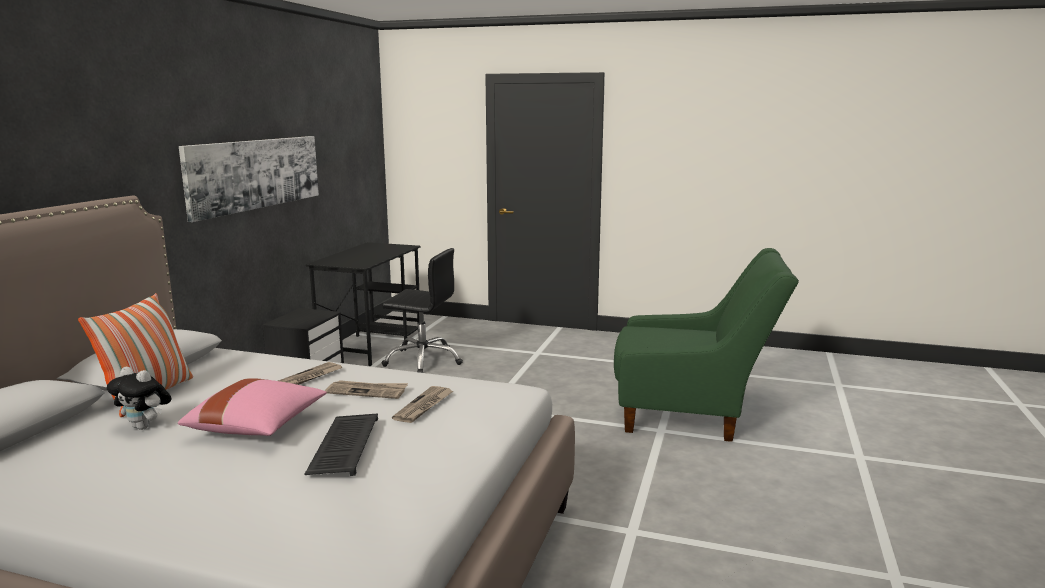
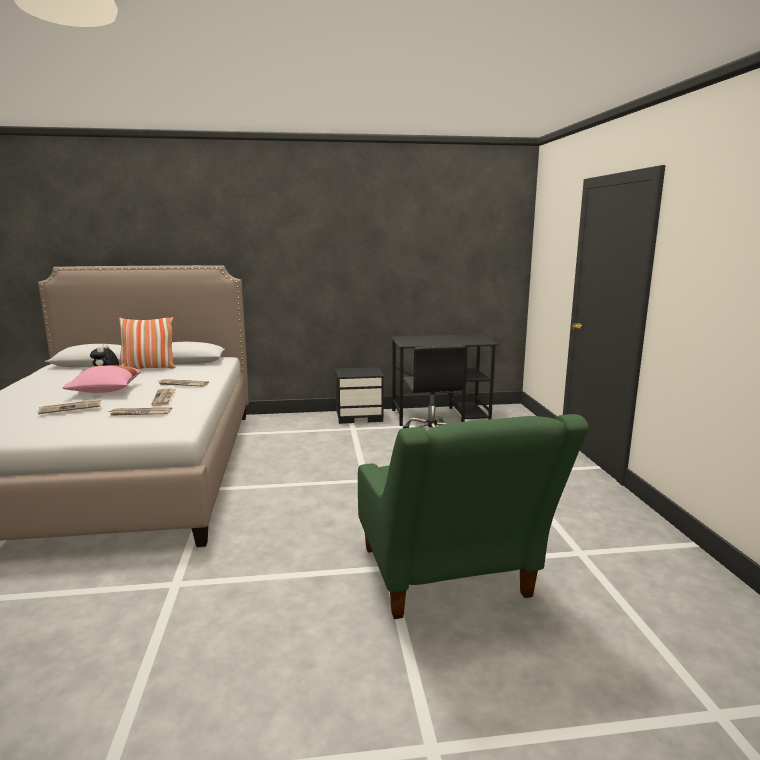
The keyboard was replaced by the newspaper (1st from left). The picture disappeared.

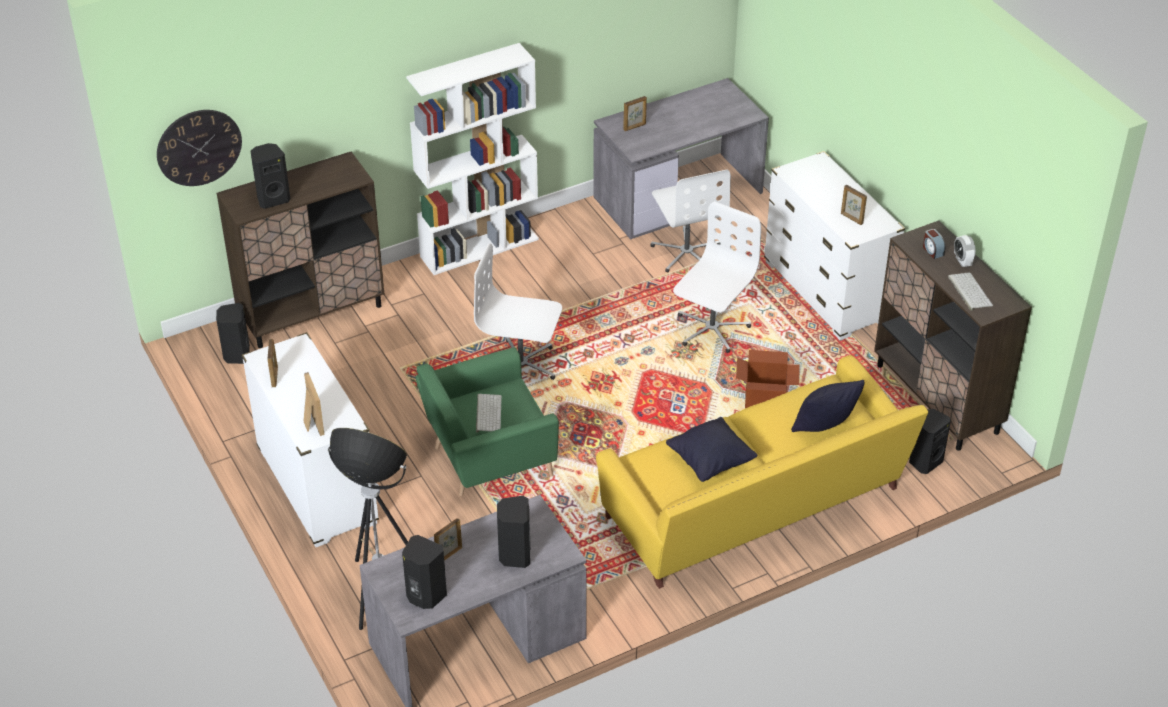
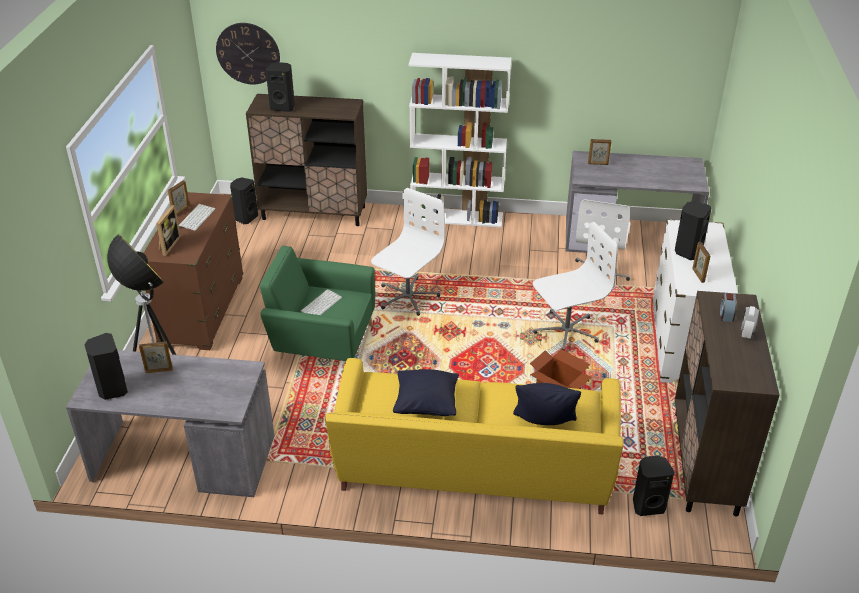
The white dresser (1st from left) became the brown dresser. The keyboard (2nd from left in the first image) moved. The white office chair (1st from left) turned 75 degrees clockwise. The black speaker (4th from left in the first image) moved.

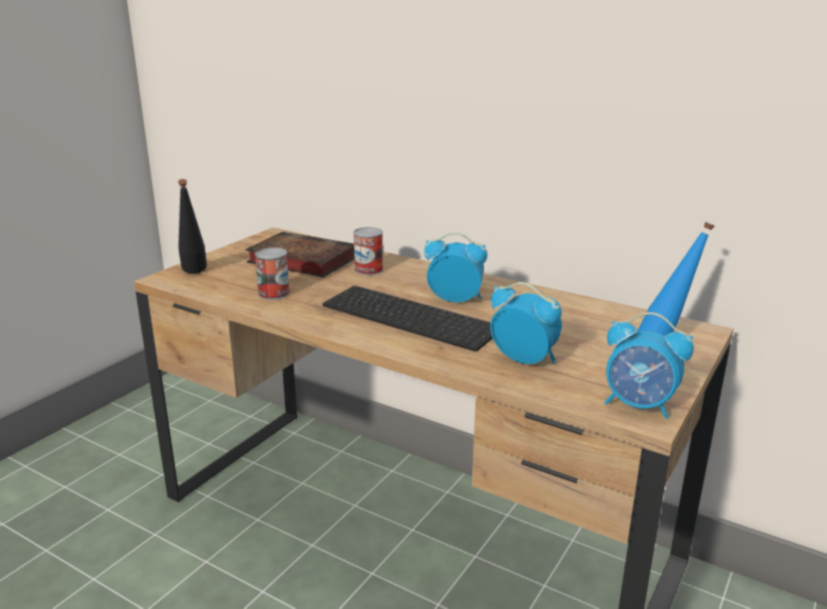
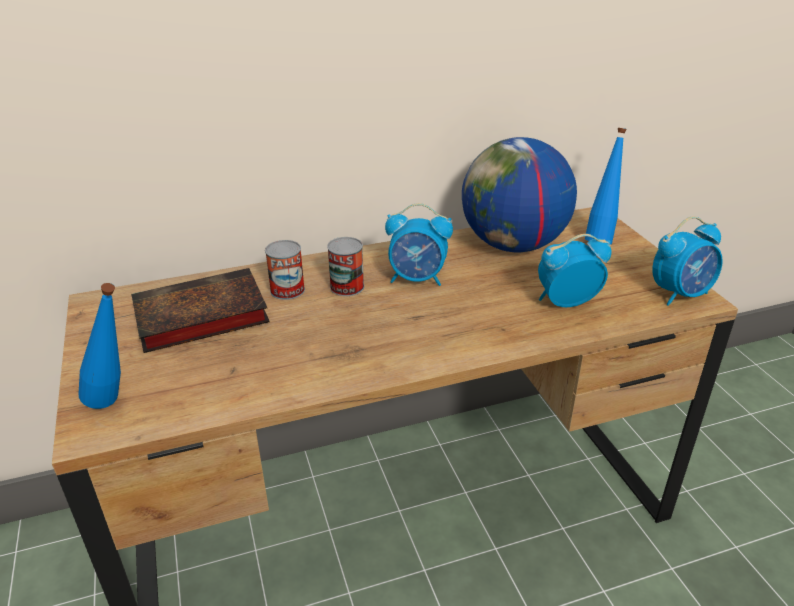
The black bottle became the blue bottle (1st from left). The can (1st from left in the first image) moved. The alarm clock (1st from left) turned 135 degrees counterclockwise. The globe appeared. The keyboard disappeared.

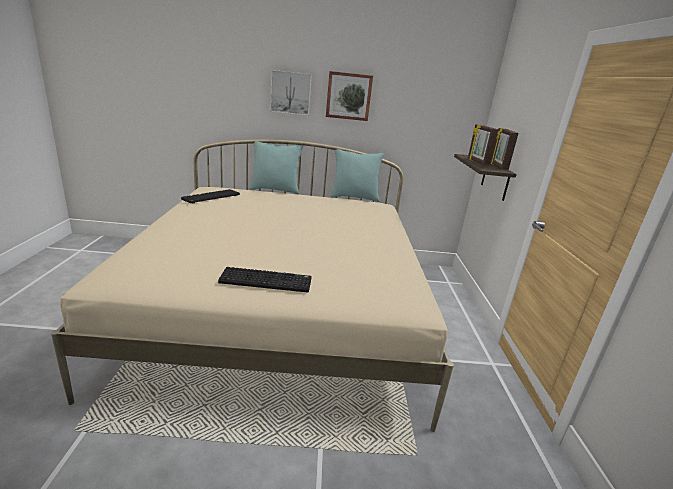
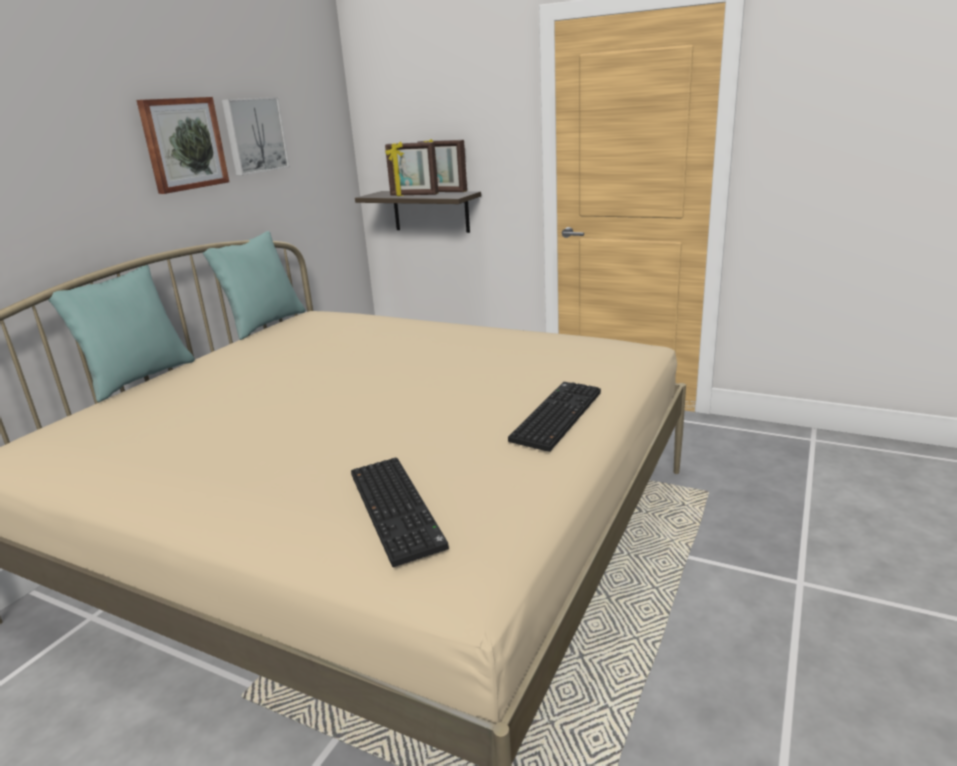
The picture (1st from left in the first image) moved. The keyboard (1st from left) moved.

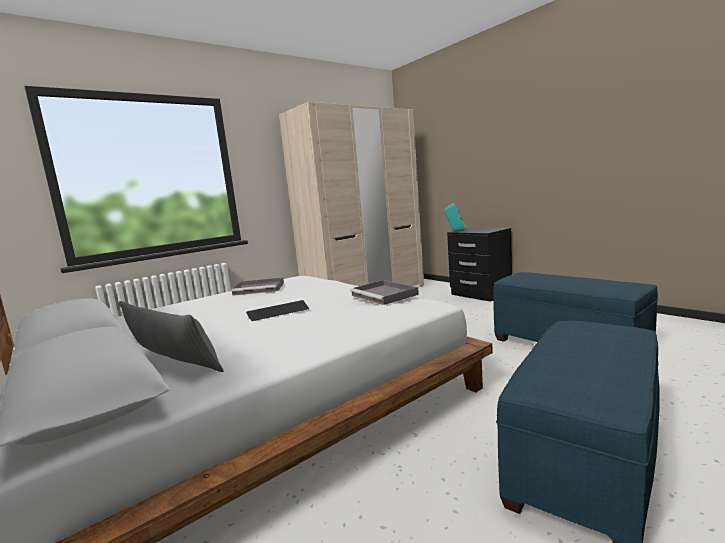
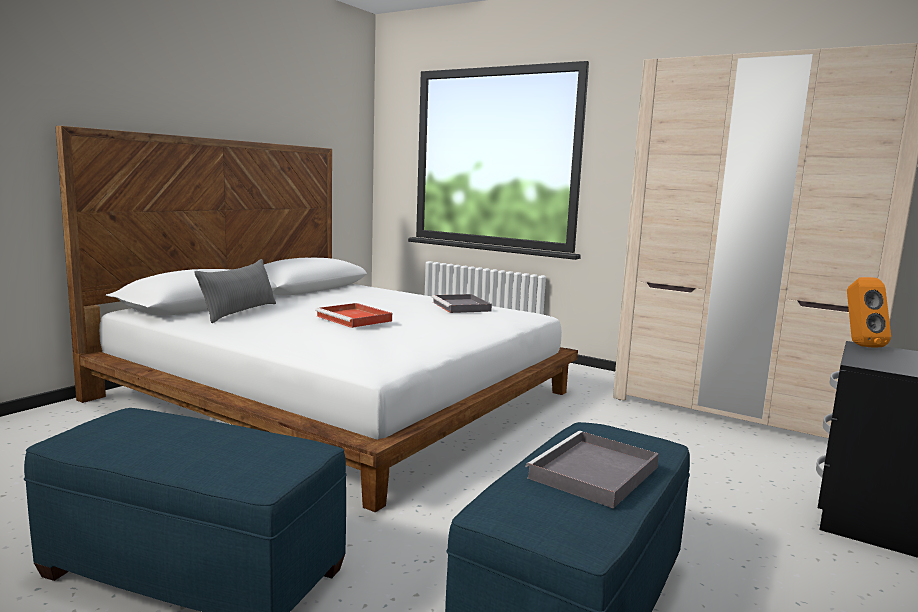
The keyboard was replaced by the red tray. The grey tray (2nd from left) moved. The turquoise speaker became the orange speaker.

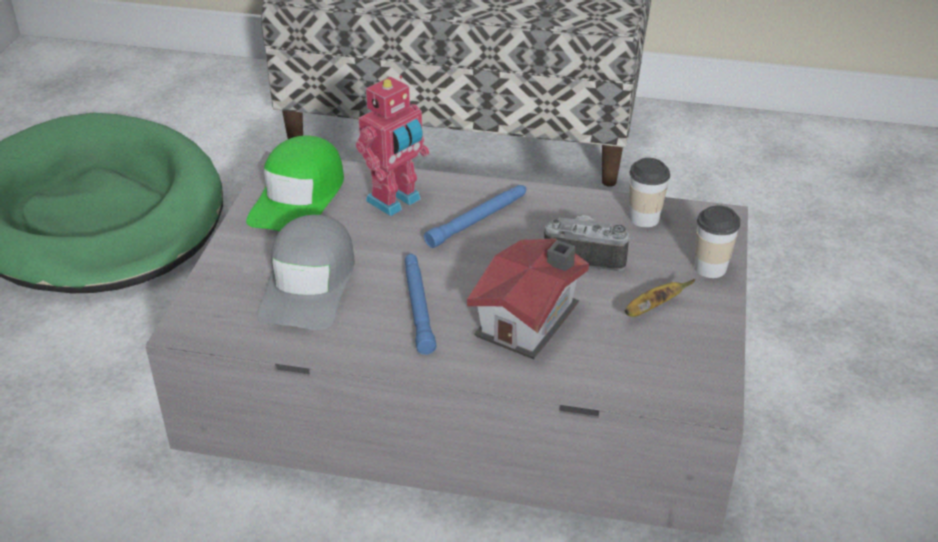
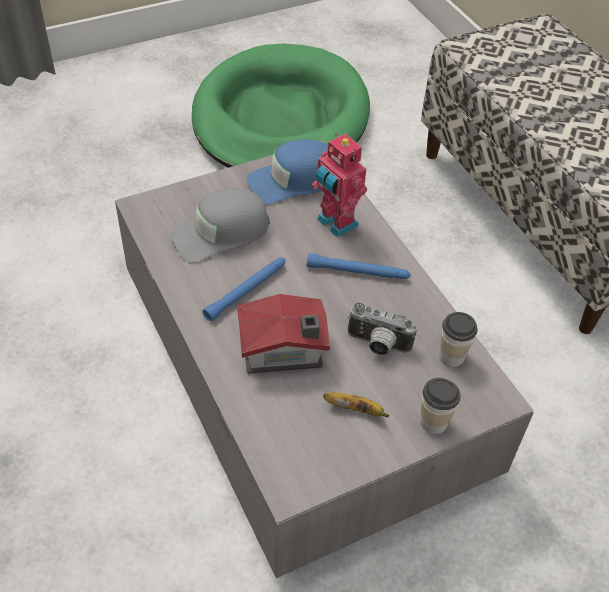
The green cap became the blue cap. The toy robot turned 45 degrees clockwise. The photo camera turned 135 degrees clockwise.

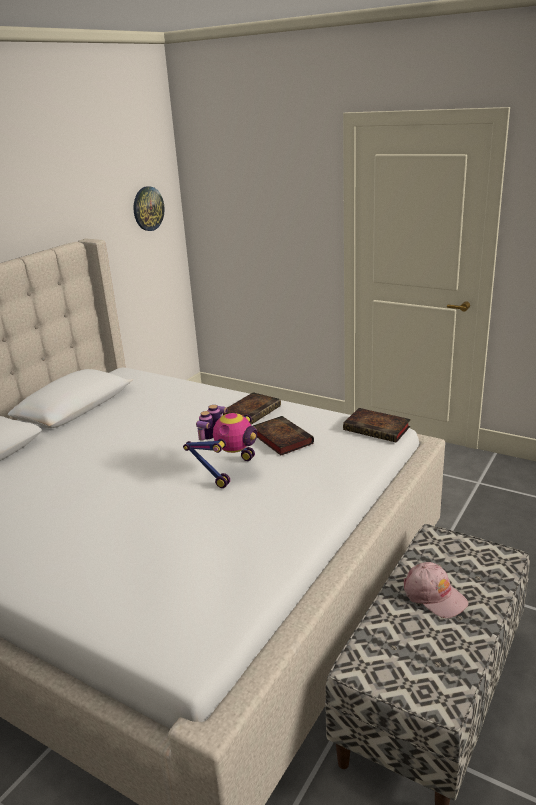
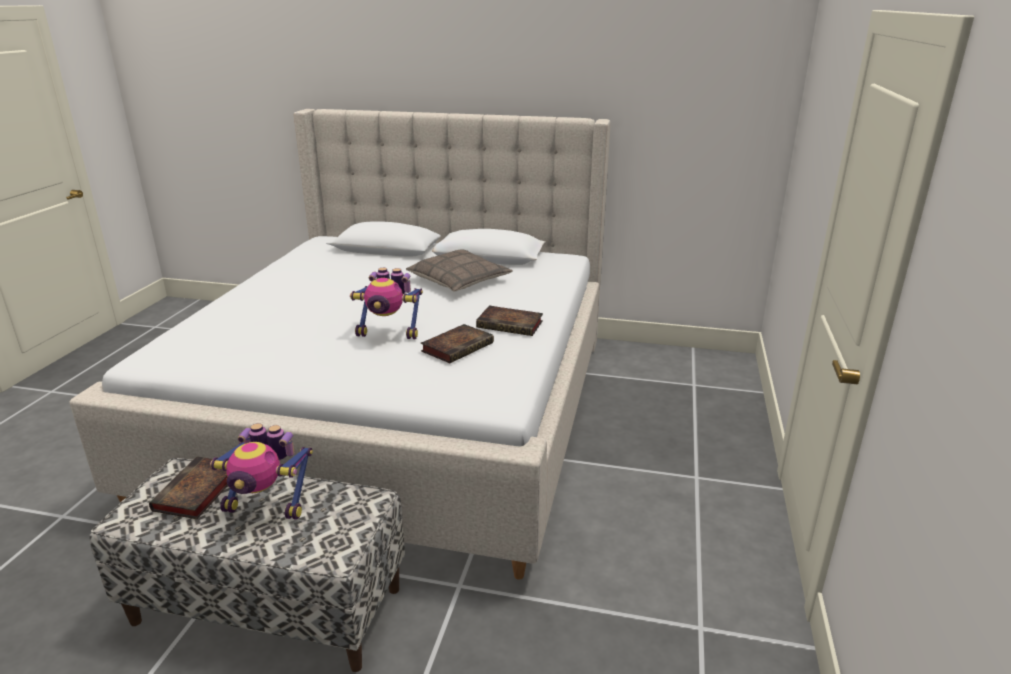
The book (3rd from left in the first image) moved. The pink cap was replaced by the toy robot (1st from left). The pillow appeared. The wall clock disappeared.

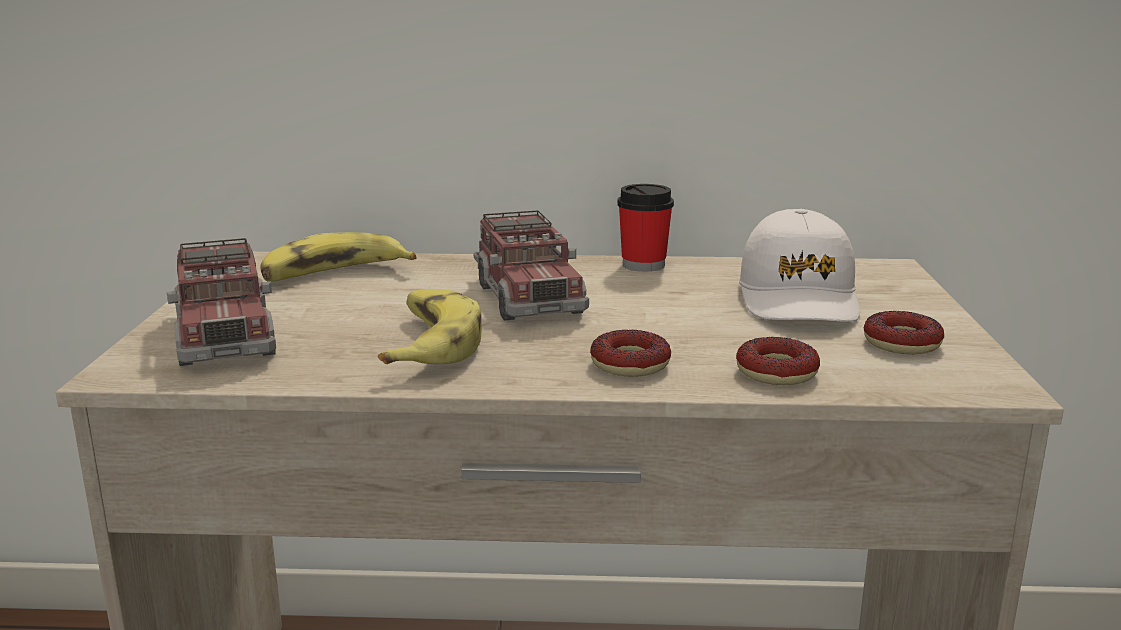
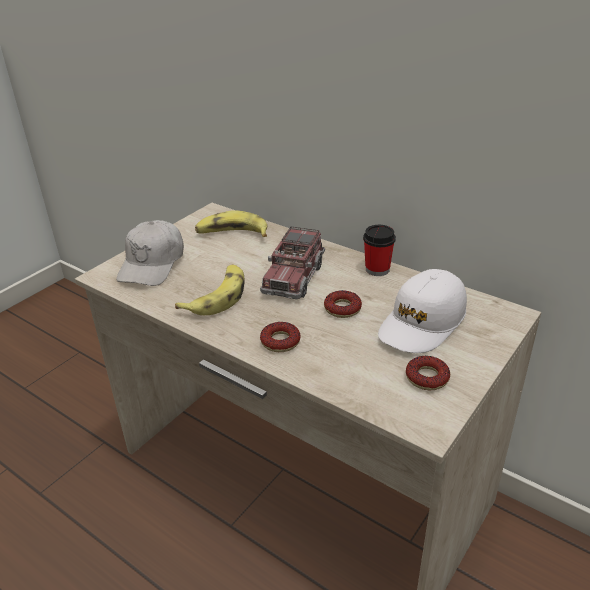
The toy truck (1st from left) was replaced by the white cap (1st from left). The donut (2nd from left) moved.

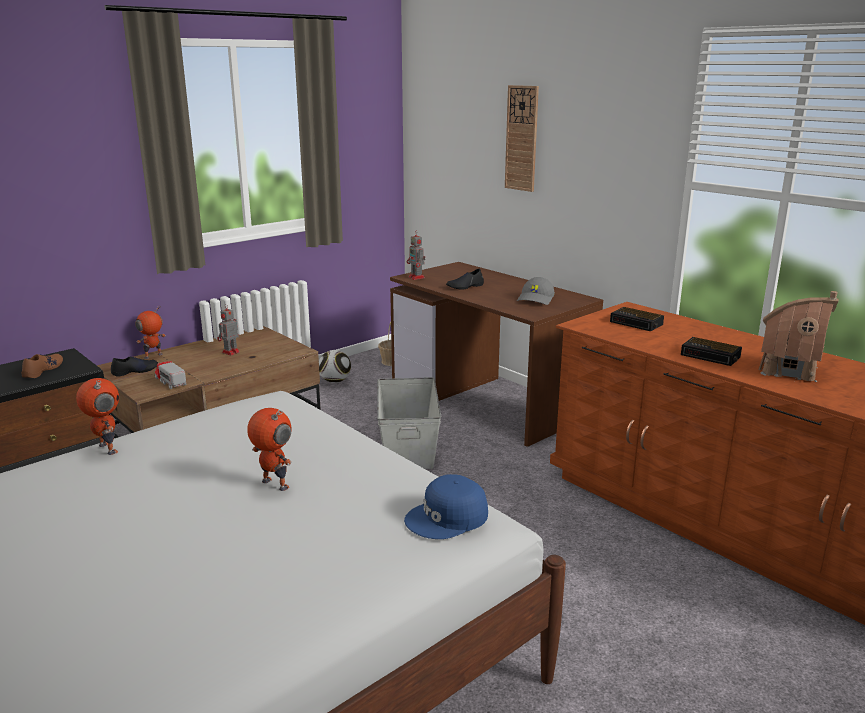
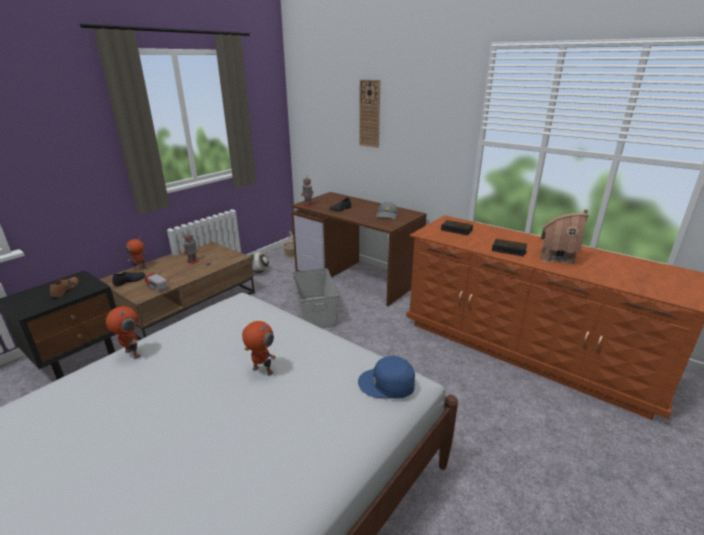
The blue cap turned 45 degrees clockwise.

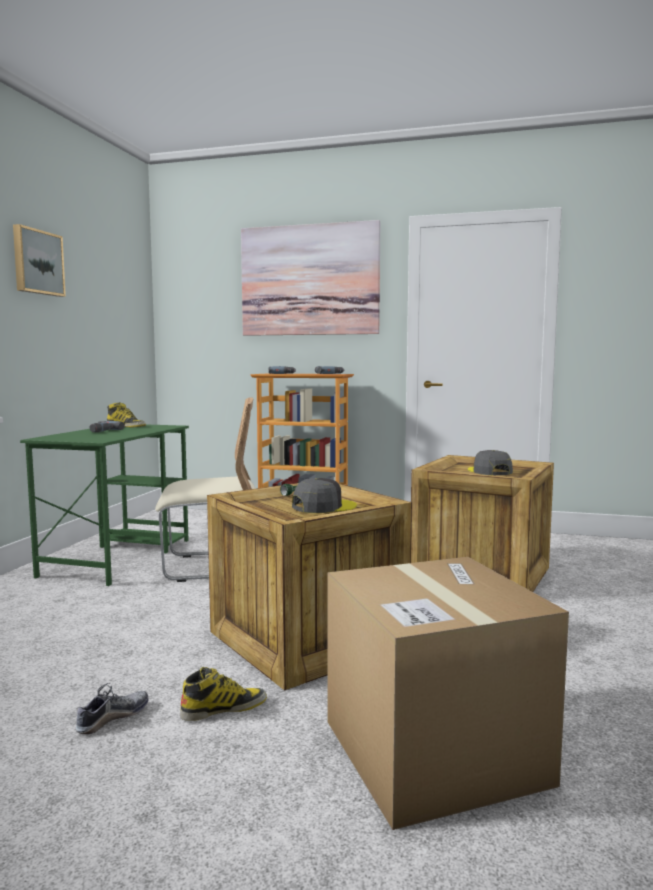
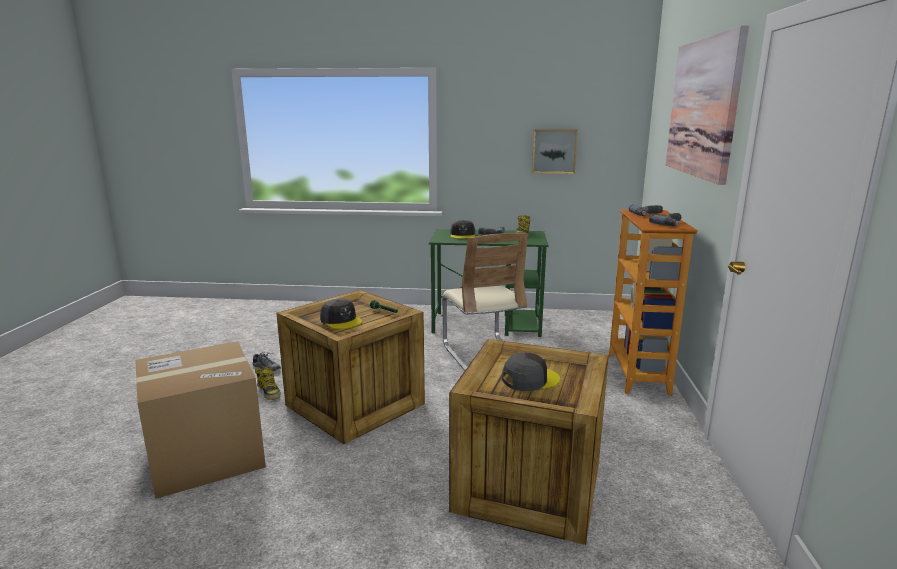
The grey cap (2nd from left) appeared. The picture (1st from left) moved.

